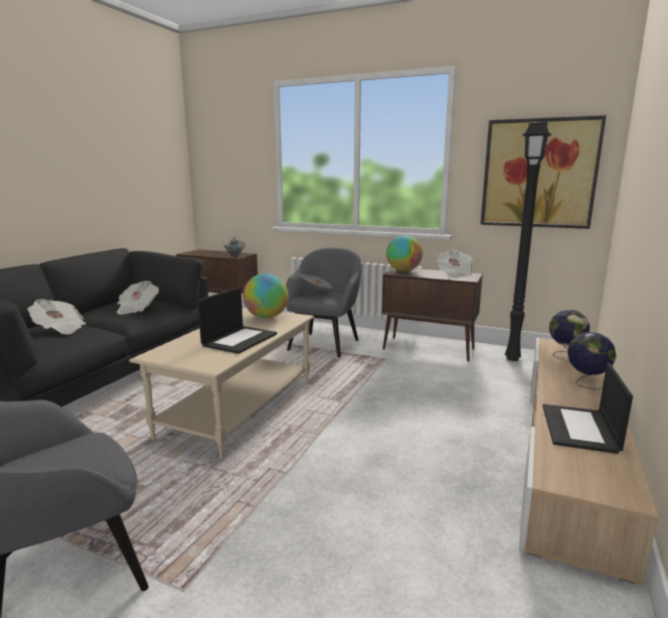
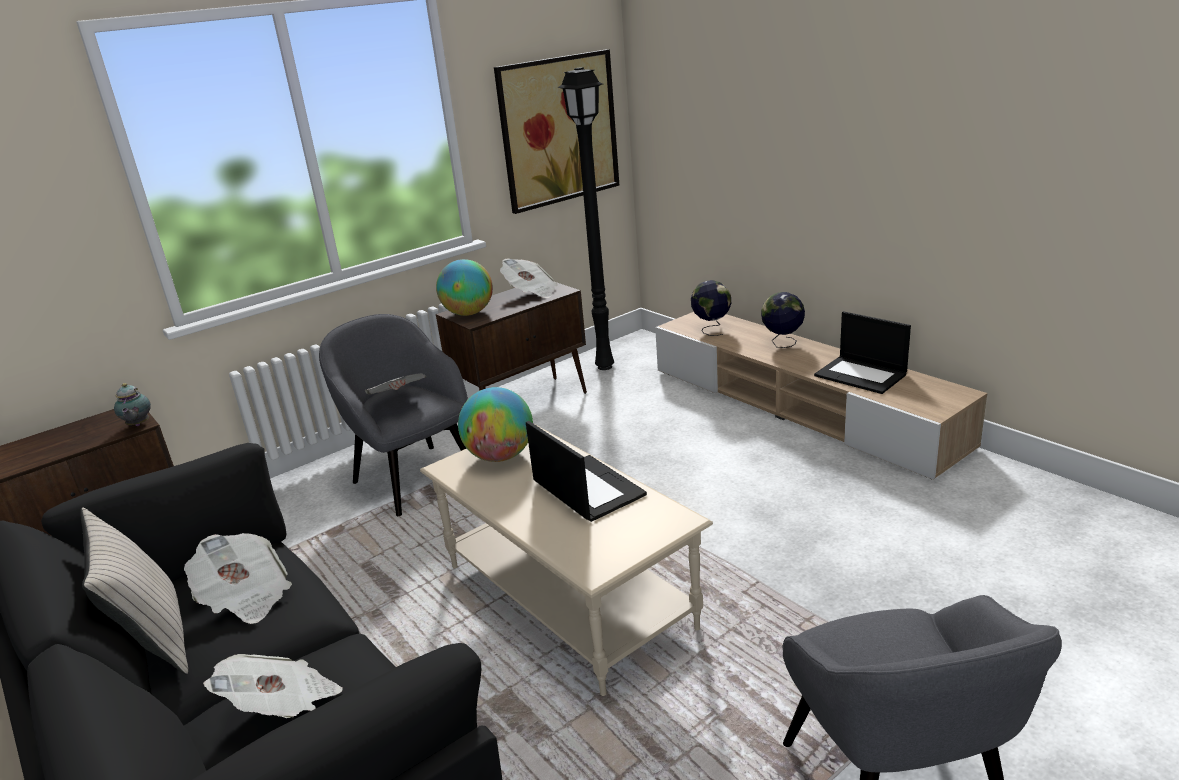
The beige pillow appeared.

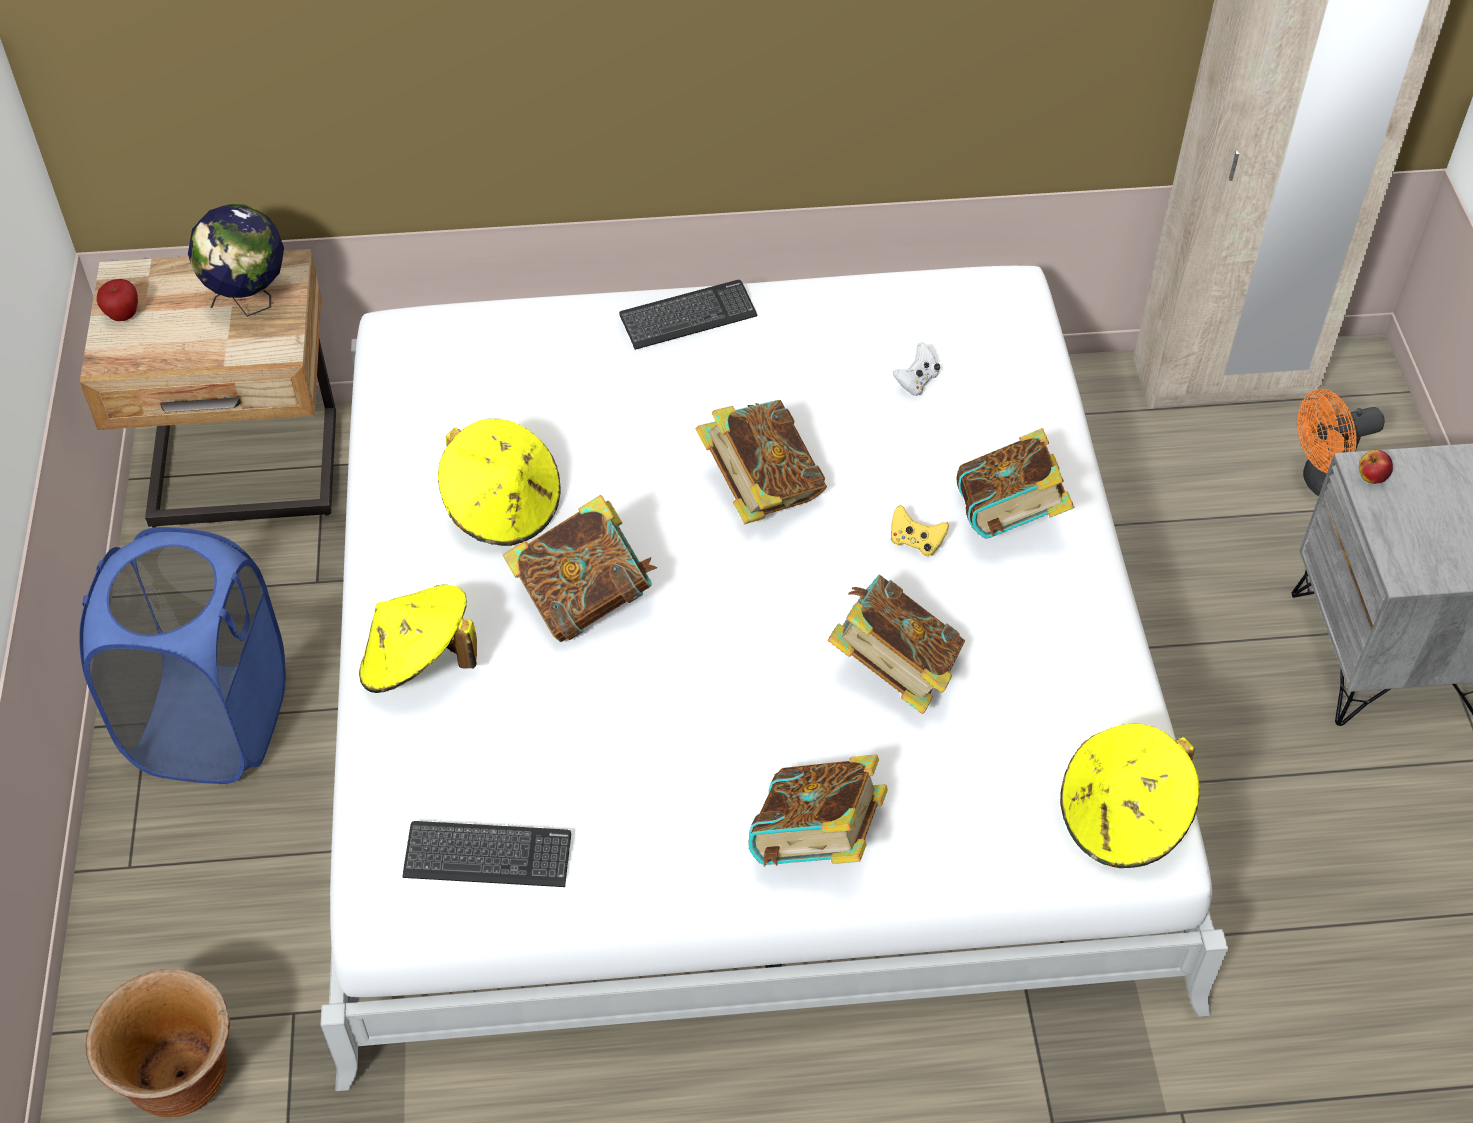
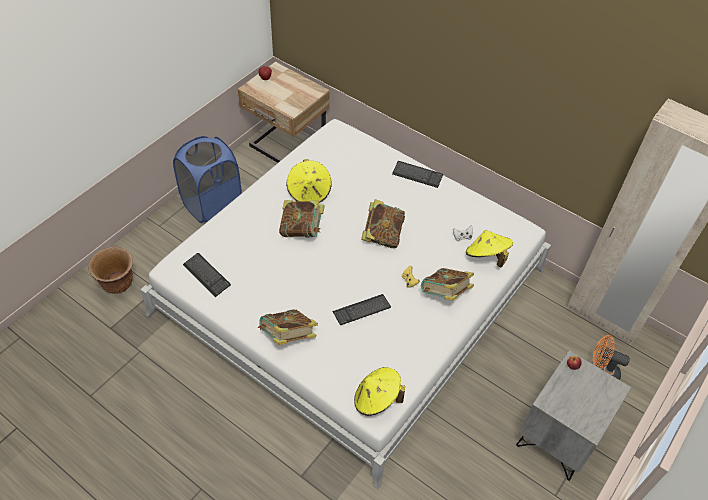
The book (4th from left) was replaced by the keyboard (2nd from left). The yellow hat (1st from left in the first image) moved. The globe disappeared.

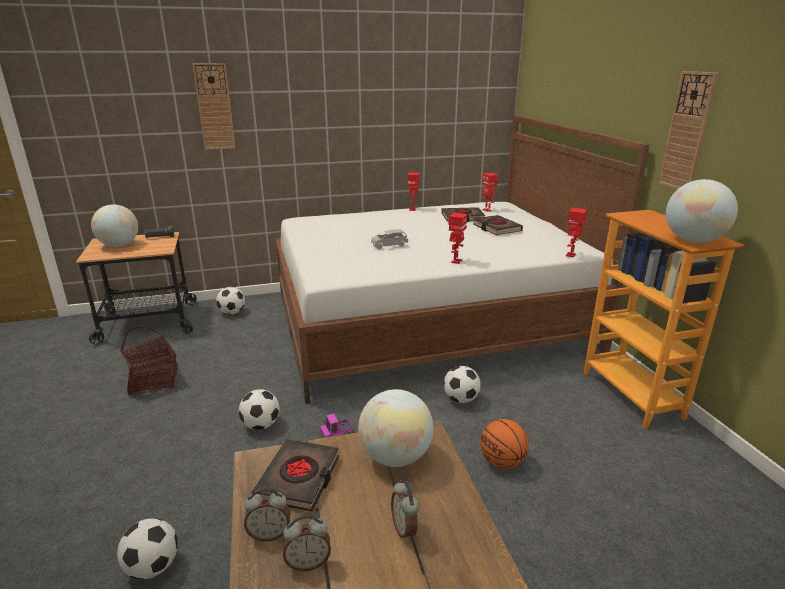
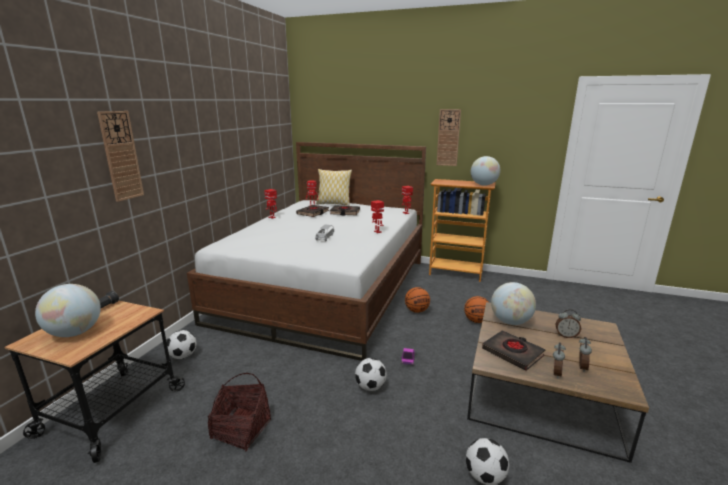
The pillow appeared. The football (4th from left) was replaced by the basketball (1st from left).

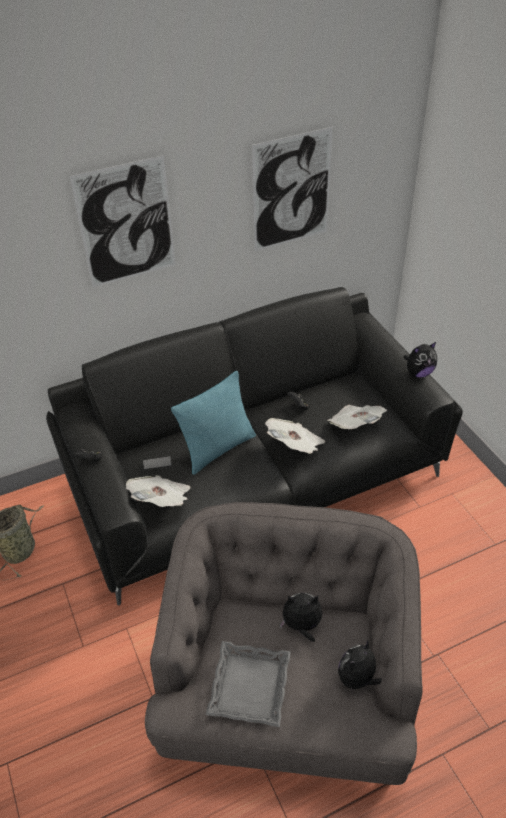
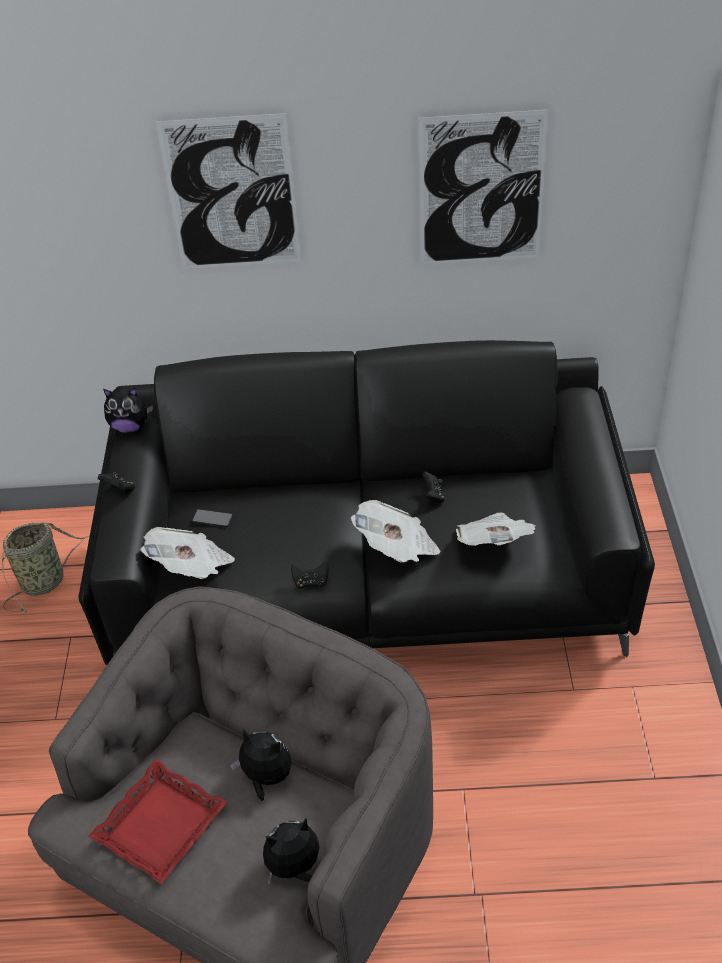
The grey tray became the red tray. The plush toy (3rd from left in the first image) moved. The black game controller (2nd from left) appeared. The turquoise pillow disappeared.

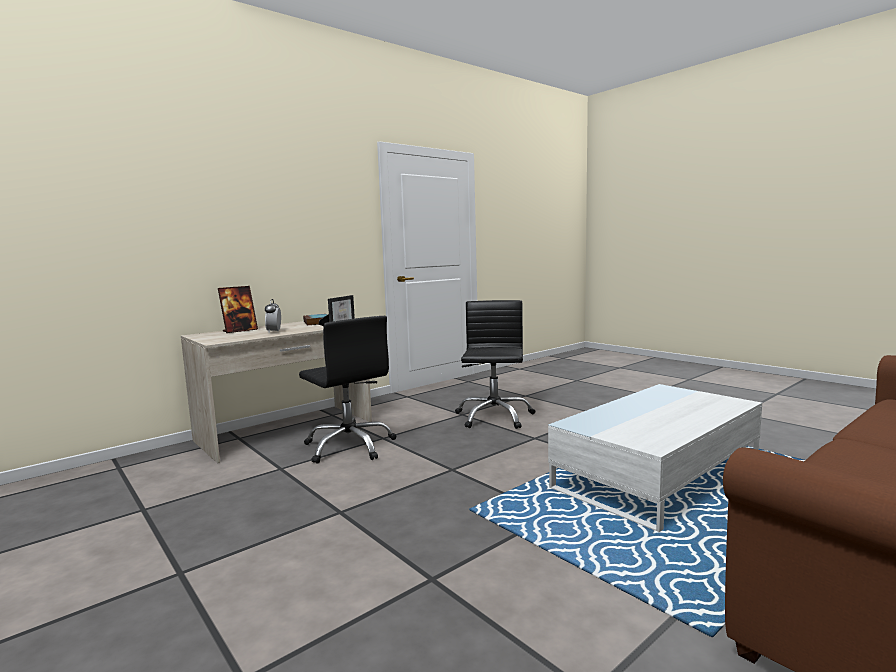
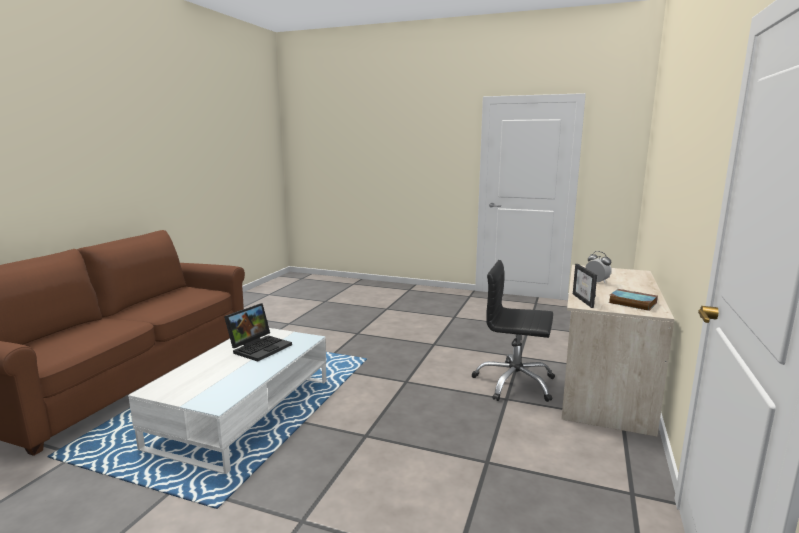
The laptop appeared. The picture frame (1st from left) disappeared. The black office chair (2nd from left) disappeared.

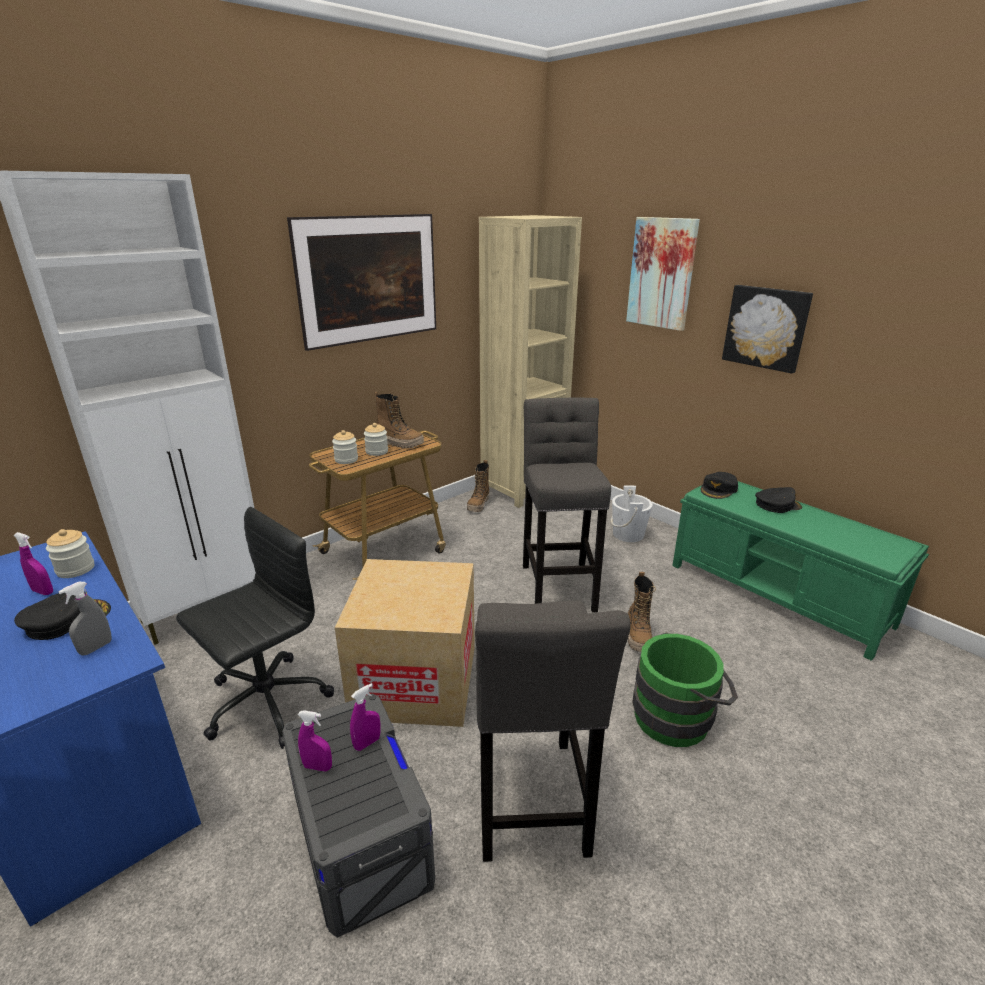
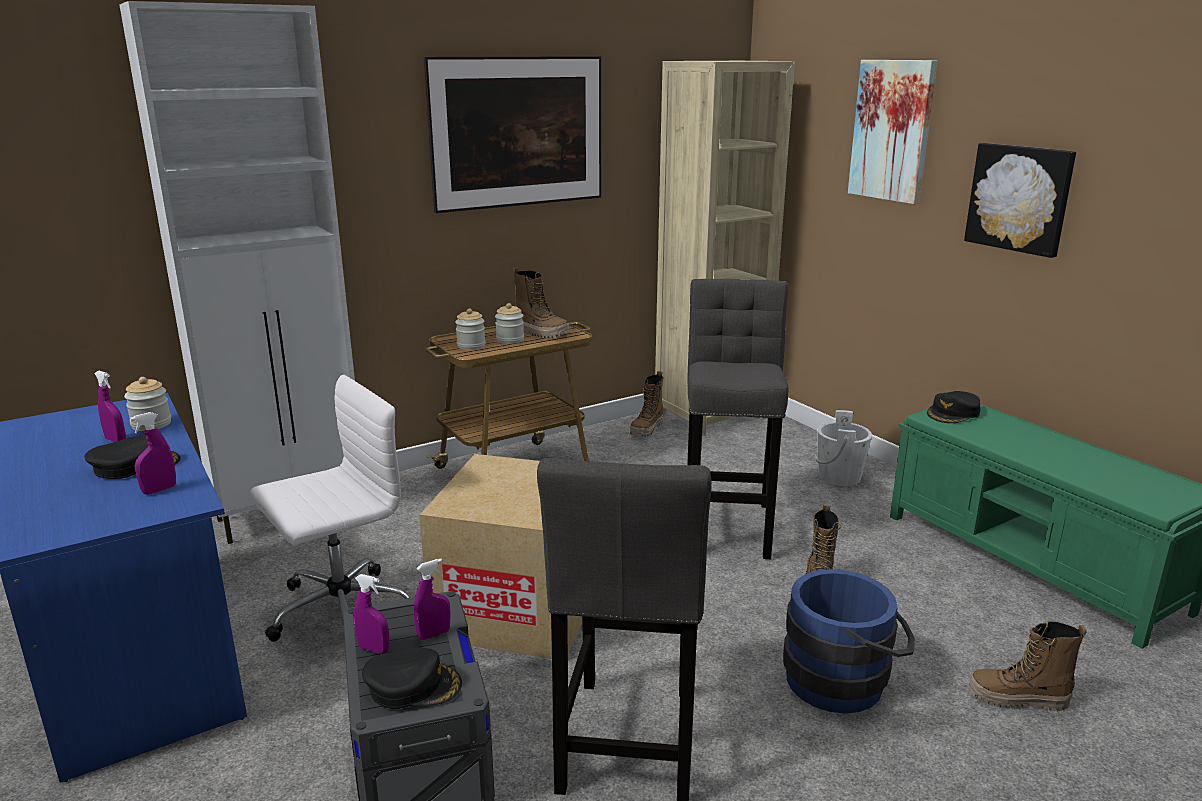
The grey spray bottle became the purple spray bottle (2nd from left). The black office chair became the white office chair. The black cap (3rd from left in the first image) moved. The green bucket became the blue bucket. The boot (4th from left) appeared.

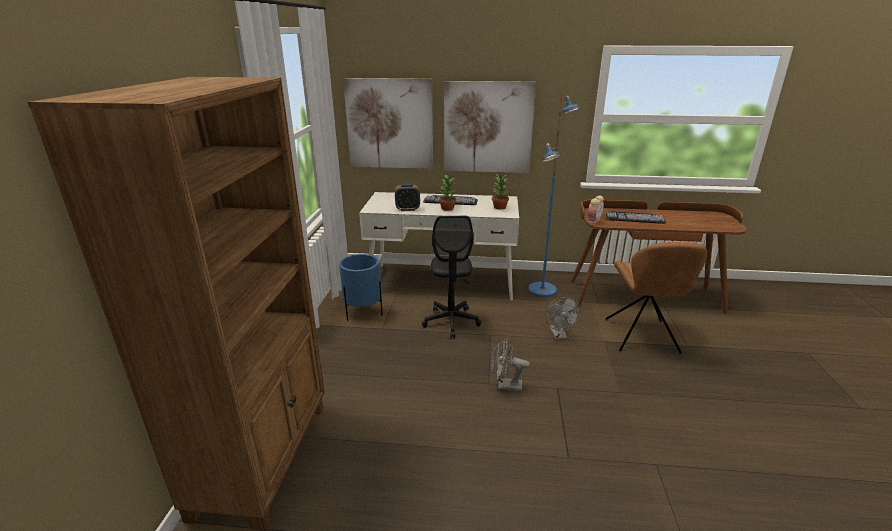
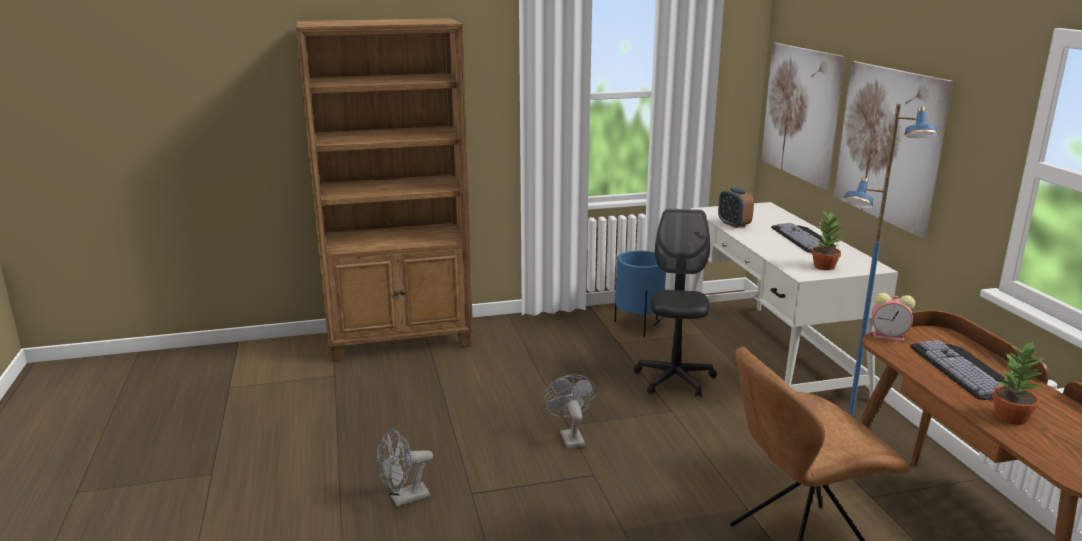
The grey fan (2nd from left in the first image) moved. The black office chair turned 120 degrees clockwise. The potted plant (1st from left in the first image) moved.

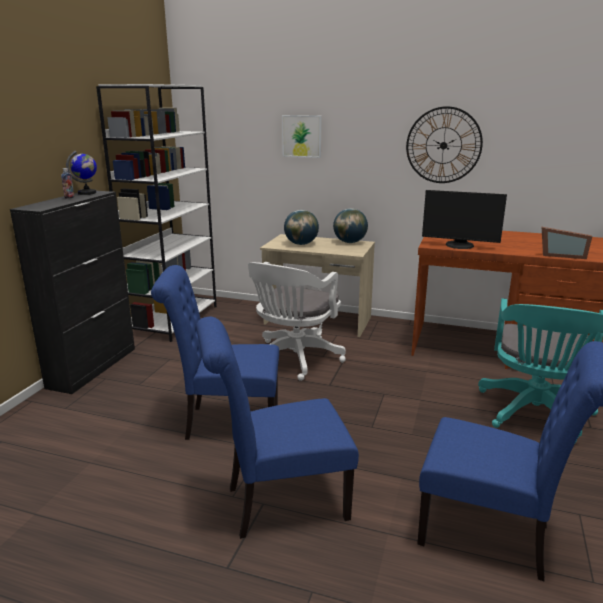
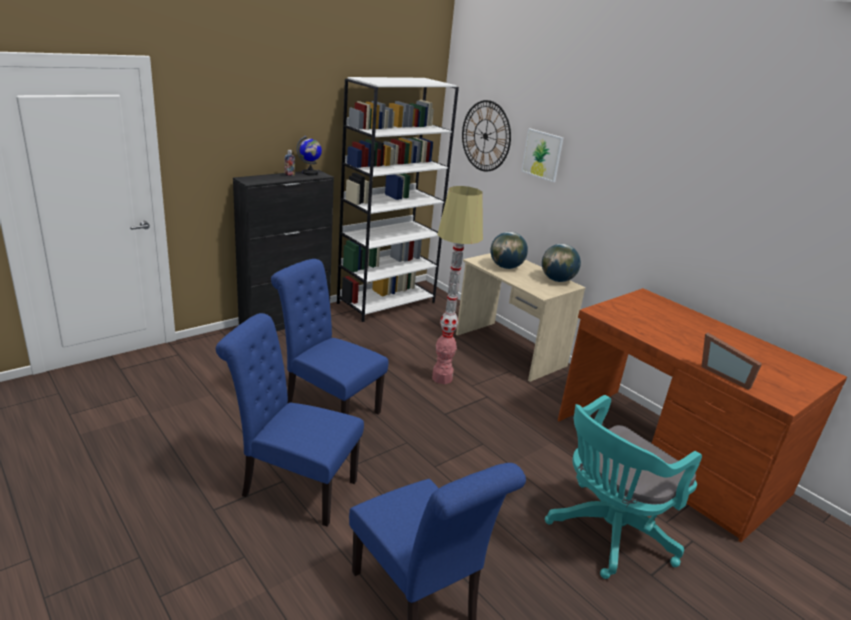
The white office chair was replaced by the floor lamp. The wall clock moved. The monitor disappeared.

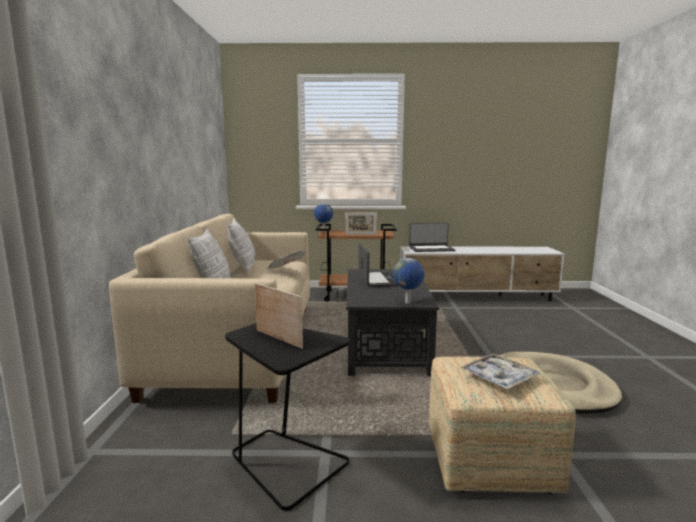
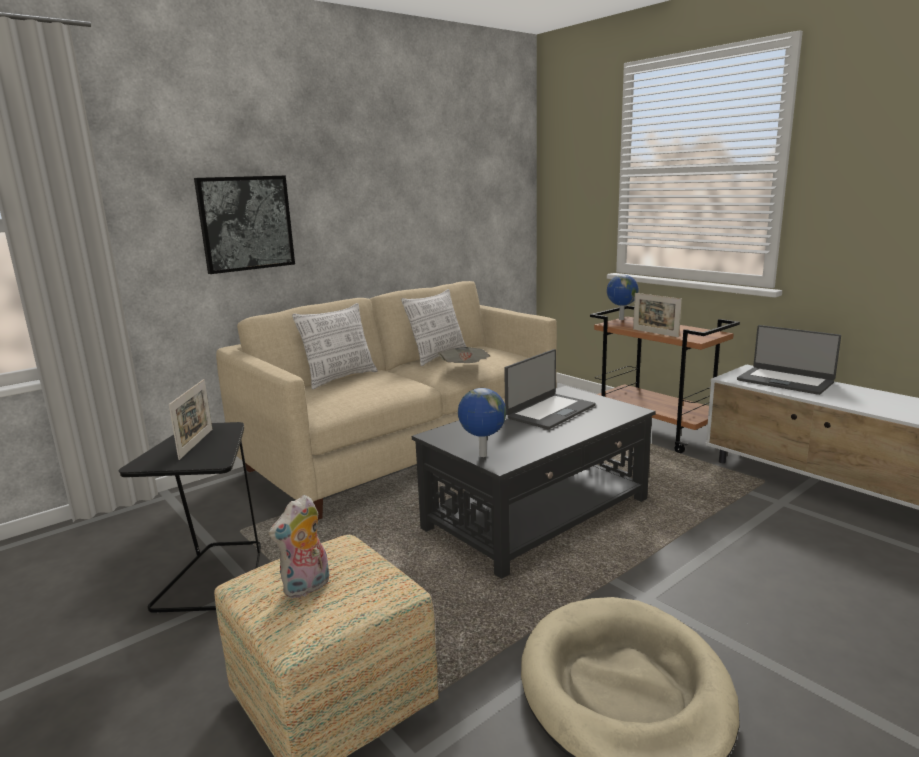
The picture appeared. The tray was replaced by the plush toy.

